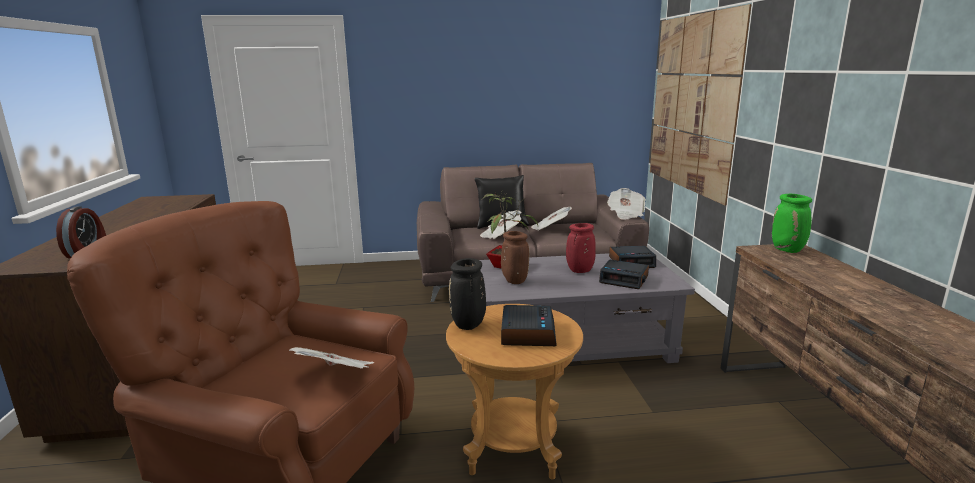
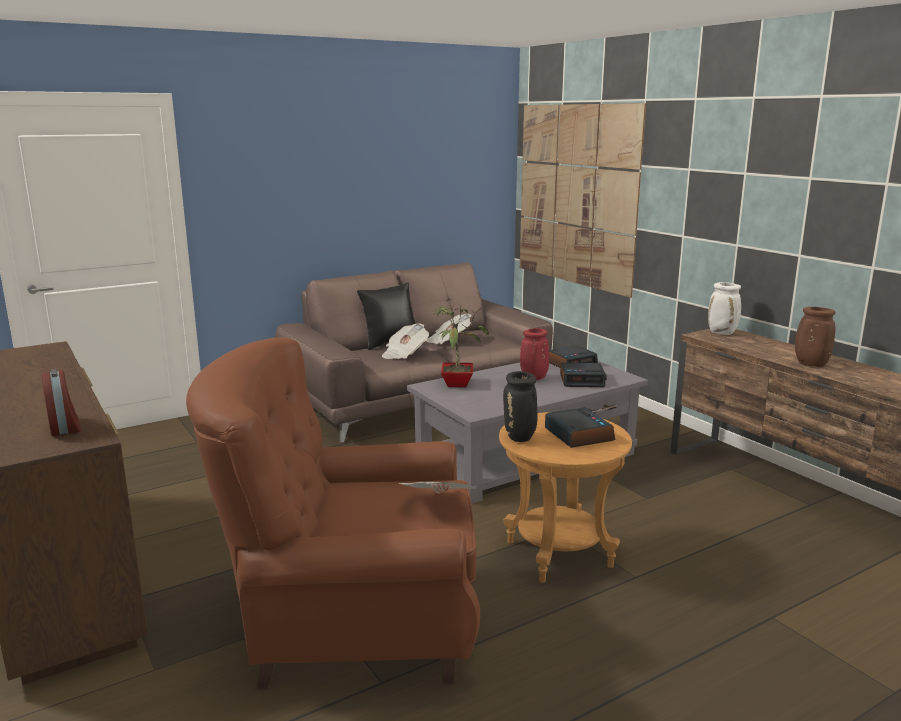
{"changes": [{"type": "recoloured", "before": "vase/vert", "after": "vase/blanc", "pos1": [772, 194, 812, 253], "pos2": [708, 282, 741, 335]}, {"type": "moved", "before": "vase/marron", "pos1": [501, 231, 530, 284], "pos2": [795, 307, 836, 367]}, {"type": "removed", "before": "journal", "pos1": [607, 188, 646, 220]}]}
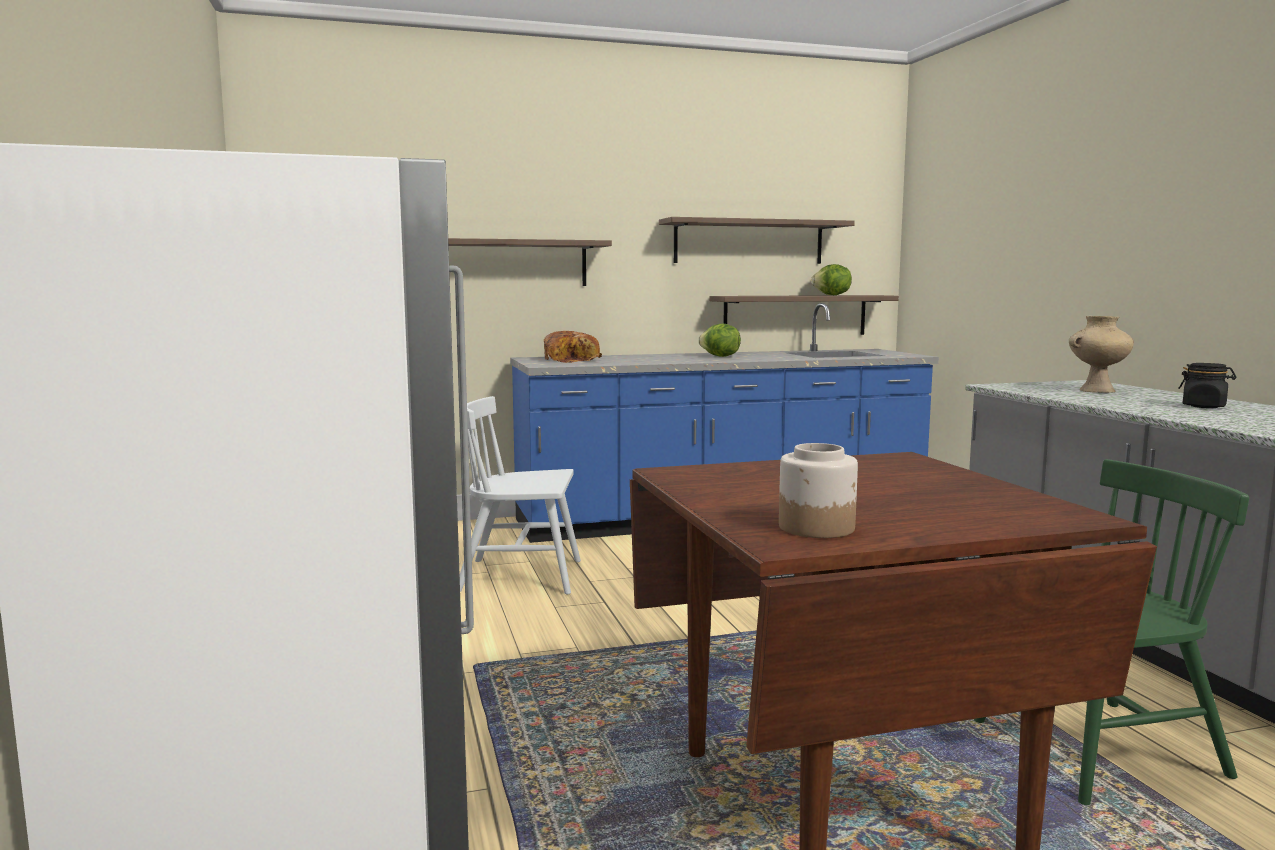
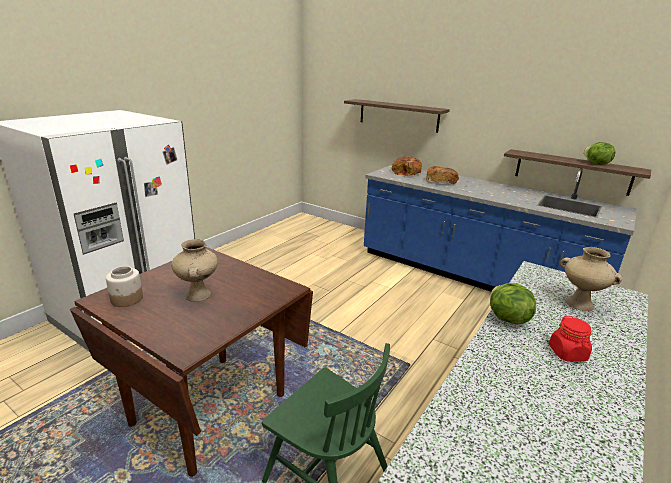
{"changes": [{"type": "added", "after": "vase/beige", "pos2": [171, 239, 218, 302]}, {"type": "added", "after": "pain", "pos2": [425, 166, 459, 184]}, {"type": "moved", "before": "laitue", "pos1": [698, 324, 741, 357], "pos2": [490, 283, 536, 324]}, {"type": "recoloured", "before": "bocal/noir", "after": "bocal/rouge", "pos1": [1178, 363, 1236, 408], "pos2": [549, 316, 592, 361]}, {"type": "removed", "before": "chaise/blanc", "pos1": [460, 396, 581, 594]}, {"type": "removed", "before": "étagère", "pos1": [659, 217, 855, 264]}]}
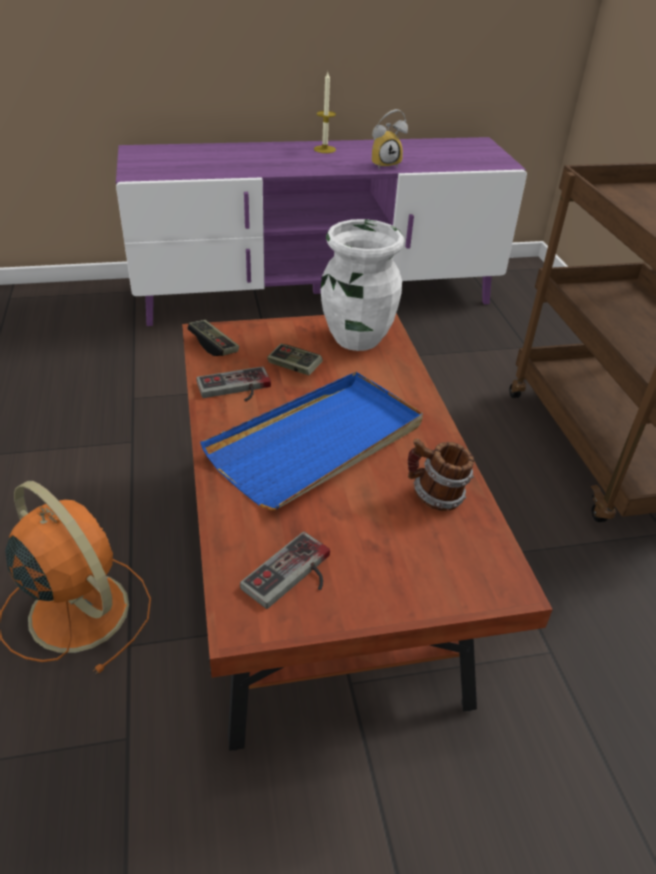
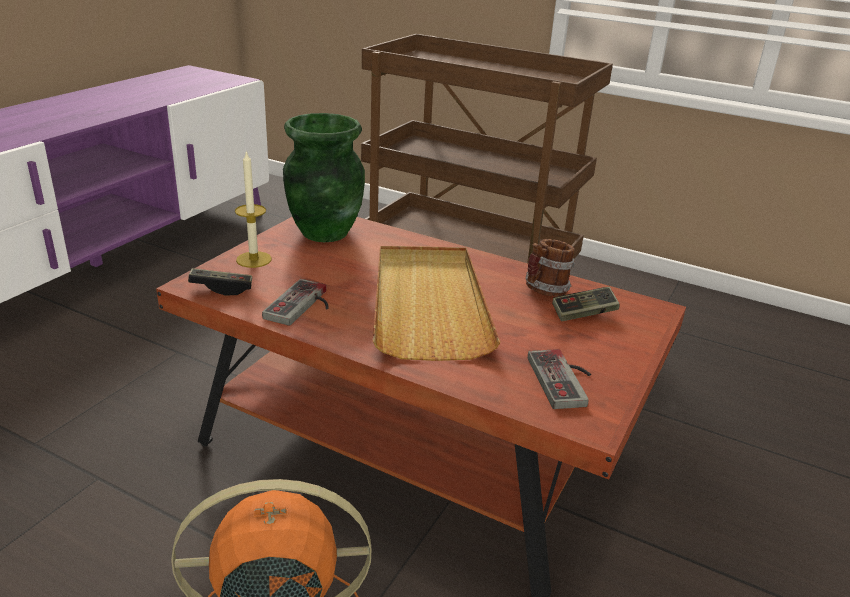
{"changes": [{"type": "moved", "before": "bougie", "pos1": [314, 72, 336, 153], "pos2": [235, 151, 272, 268]}, {"type": "recoloured", "before": "vase/blanc", "after": "vase/vert", "pos1": [321, 219, 404, 351], "pos2": [283, 113, 365, 242]}, {"type": "recoloured", "before": "plateau/bleu", "after": "plateau/beige", "pos1": [200, 372, 423, 511], "pos2": [373, 246, 500, 361]}, {"type": "moved", "before": "manette", "pos1": [267, 344, 323, 375], "pos2": [552, 287, 620, 321]}, {"type": "removed", "before": "réveil", "pos1": [371, 109, 408, 170]}]}
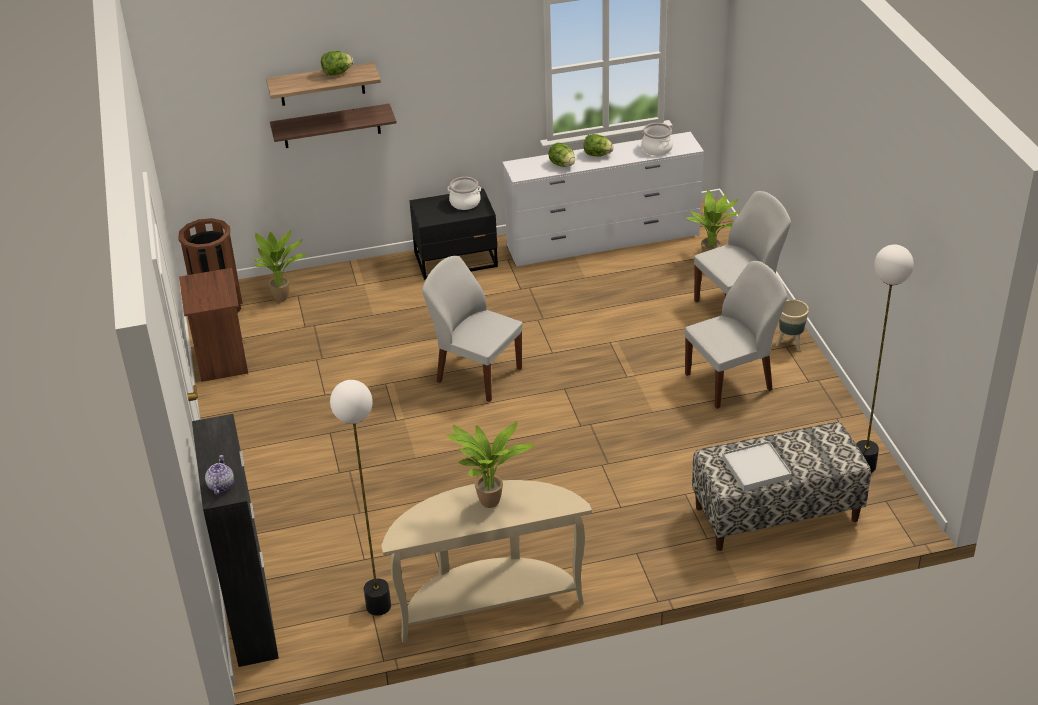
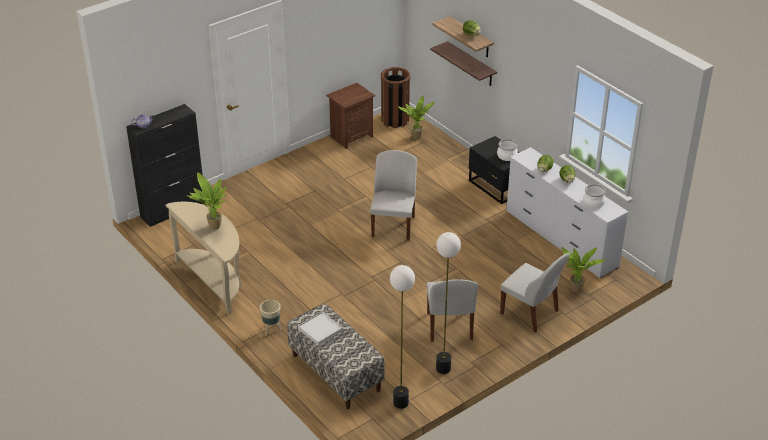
{"changes": [{"type": "moved", "before": "cache-pot/beige", "pos1": [776, 300, 809, 351], "pos2": [260, 300, 282, 336]}, {"type": "turned", "before": "chaise/blanc", "pos1": [685, 261, 787, 409], "pos2": [427, 279, 479, 342], "turn": 45}, {"type": "moved", "before": "lampadaire", "pos1": [330, 380, 391, 616], "pos2": [436, 232, 461, 374]}]}
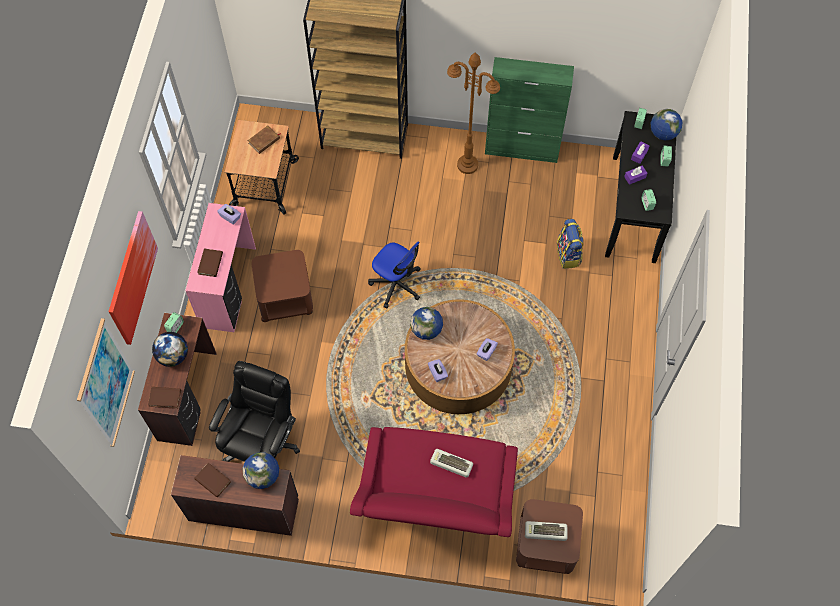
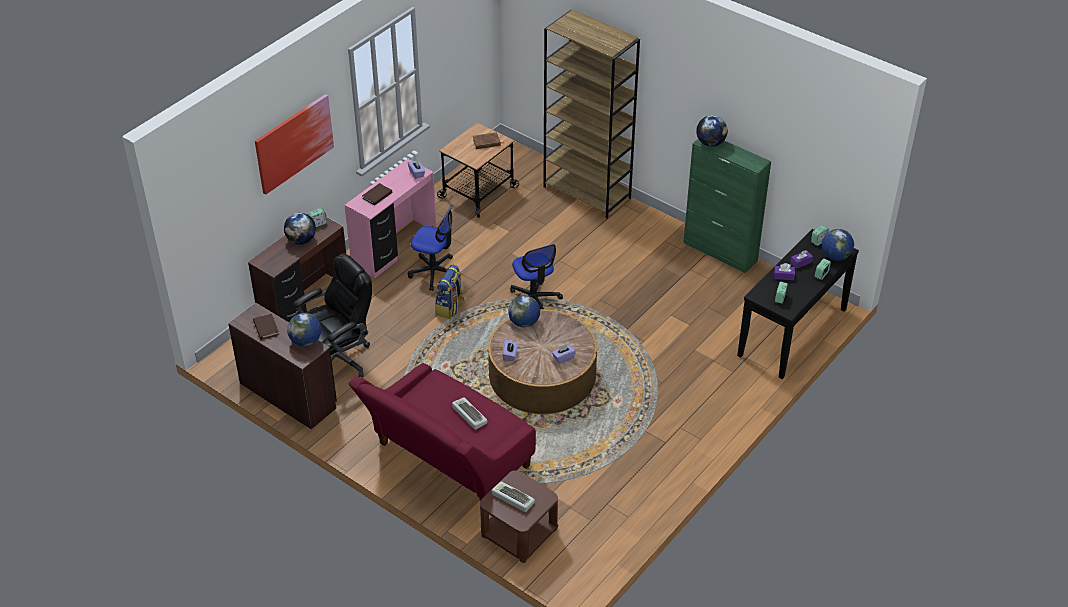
{"changes": [{"type": "replaced", "before": "table d'appoint/marron", "after": "chaise de bureau", "pos1": [252, 250, 313, 322], "pos2": [408, 204, 461, 290]}, {"type": "moved", "before": "sac à dos", "pos1": [557, 219, 584, 269], "pos2": [435, 265, 465, 319]}, {"type": "added", "after": "globe", "pos2": [696, 115, 728, 147]}, {"type": "removed", "before": "tableau", "pos1": [77, 318, 135, 447]}, {"type": "removed", "before": "livre/marron", "pos1": [148, 387, 181, 409]}, {"type": "removed", "before": "lampadaire/marron", "pos1": [447, 53, 500, 174]}]}
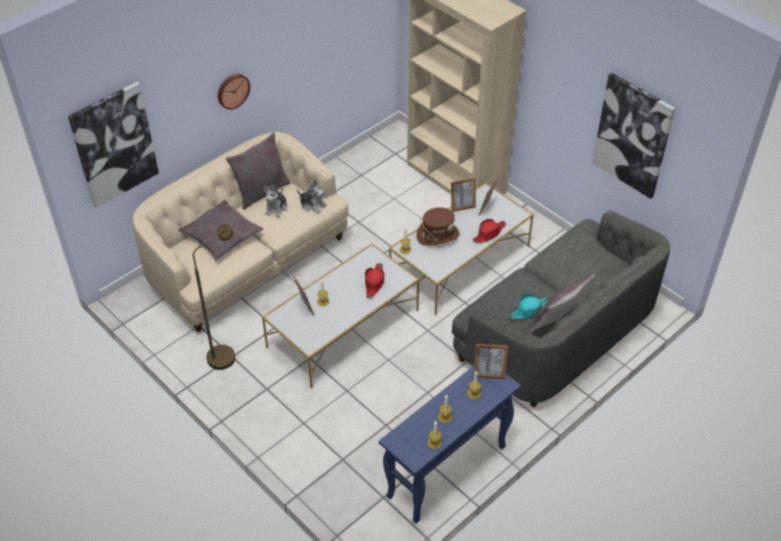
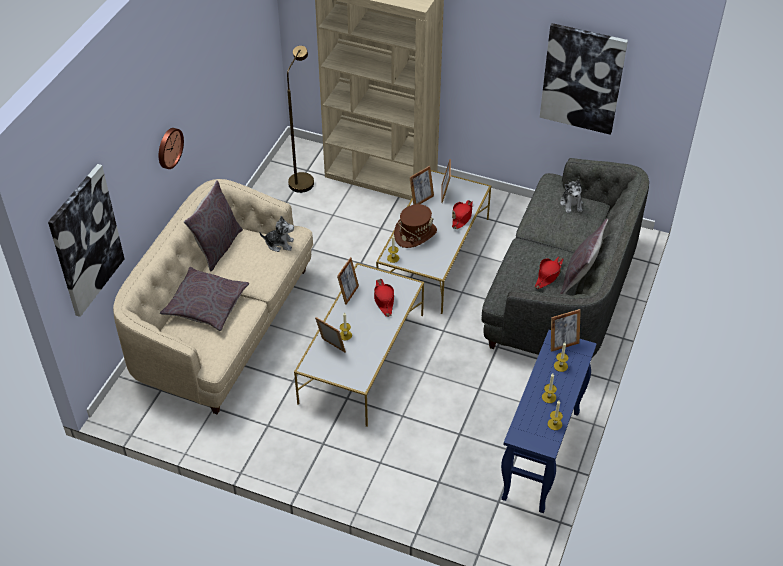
{"changes": [{"type": "moved", "before": "lampadaire/marron", "pos1": [193, 224, 235, 370], "pos2": [287, 46, 314, 193]}, {"type": "added", "after": "cadre photo", "pos2": [337, 257, 359, 305]}, {"type": "recoloured", "before": "chapeau/turquoise", "after": "chapeau/rouge", "pos1": [508, 293, 550, 319], "pos2": [535, 257, 564, 289]}, {"type": "moved", "before": "peluche", "pos1": [263, 185, 288, 217], "pos2": [560, 180, 583, 213]}]}
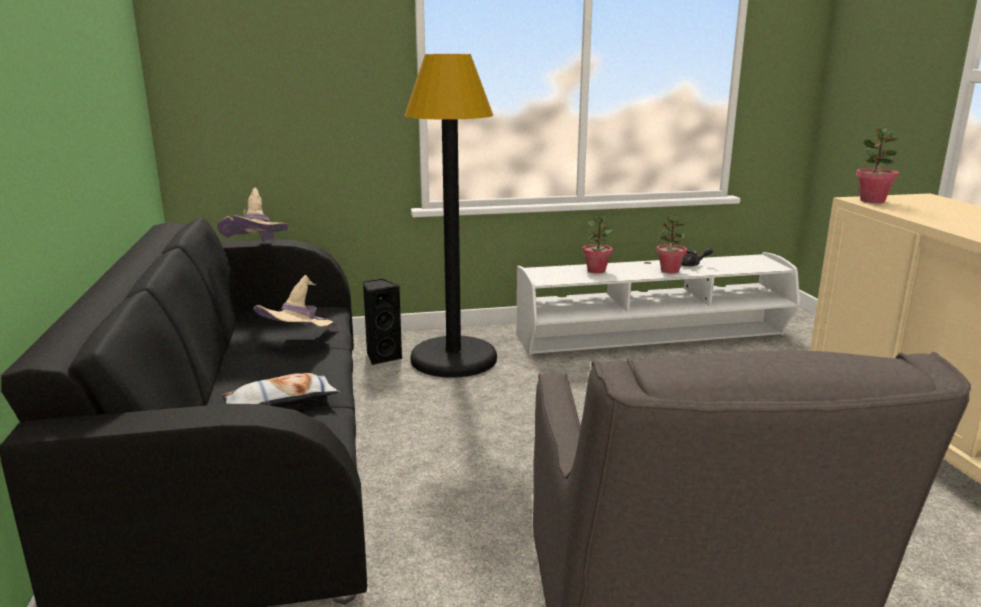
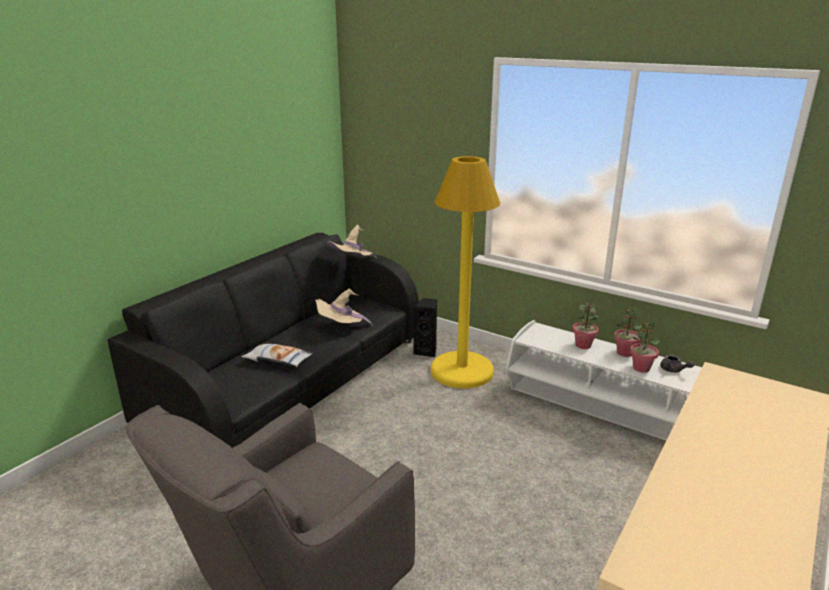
{"changes": [{"type": "recoloured", "before": "lampadaire/noir", "after": "lampadaire/jaune", "pos1": [404, 54, 497, 378], "pos2": [431, 156, 500, 388]}, {"type": "moved", "before": "plante en pot", "pos1": [856, 128, 899, 203], "pos2": [614, 307, 642, 357]}]}
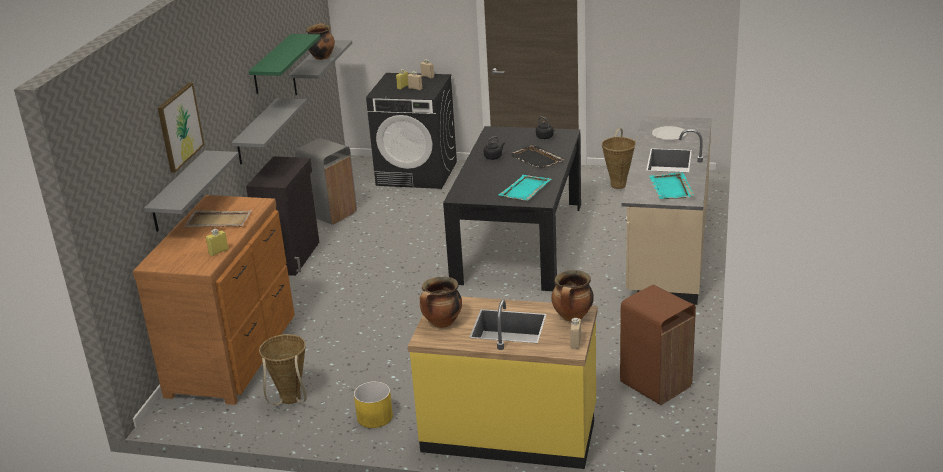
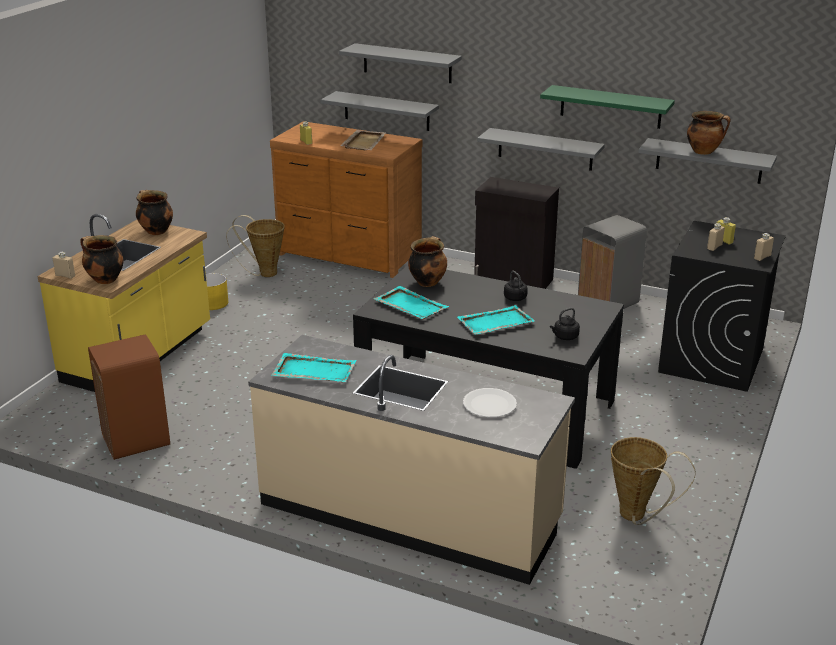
{"changes": [{"type": "replaced", "before": "tableau", "after": "étagère/gris", "pos1": [158, 82, 205, 173], "pos2": [339, 43, 462, 83]}, {"type": "added", "after": "marmite", "pos2": [408, 236, 447, 287]}, {"type": "recoloured", "before": "plateau/noir", "after": "plateau/turquoise", "pos1": [509, 145, 565, 169], "pos2": [457, 305, 535, 335]}]}
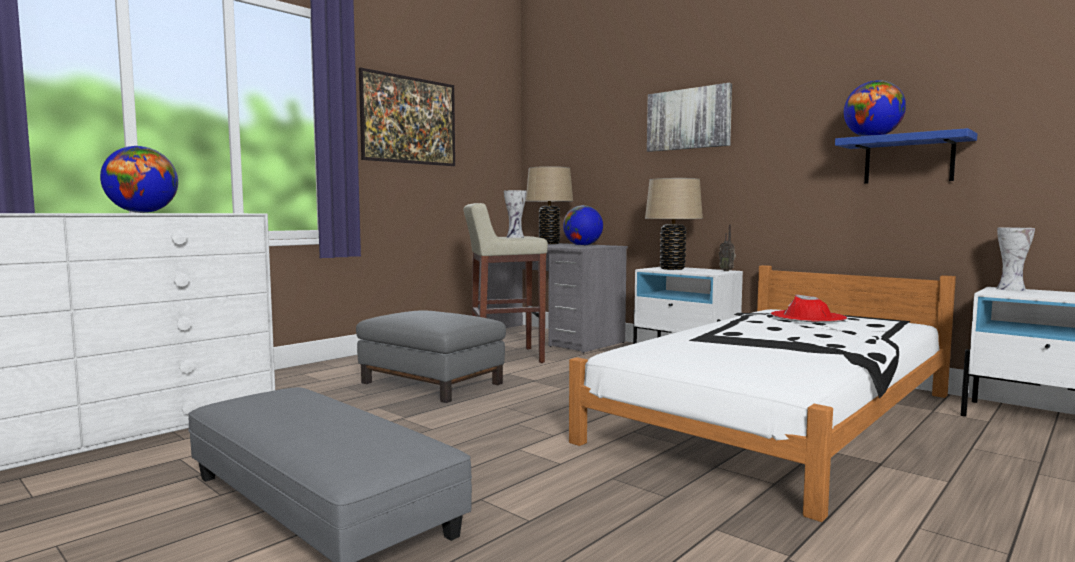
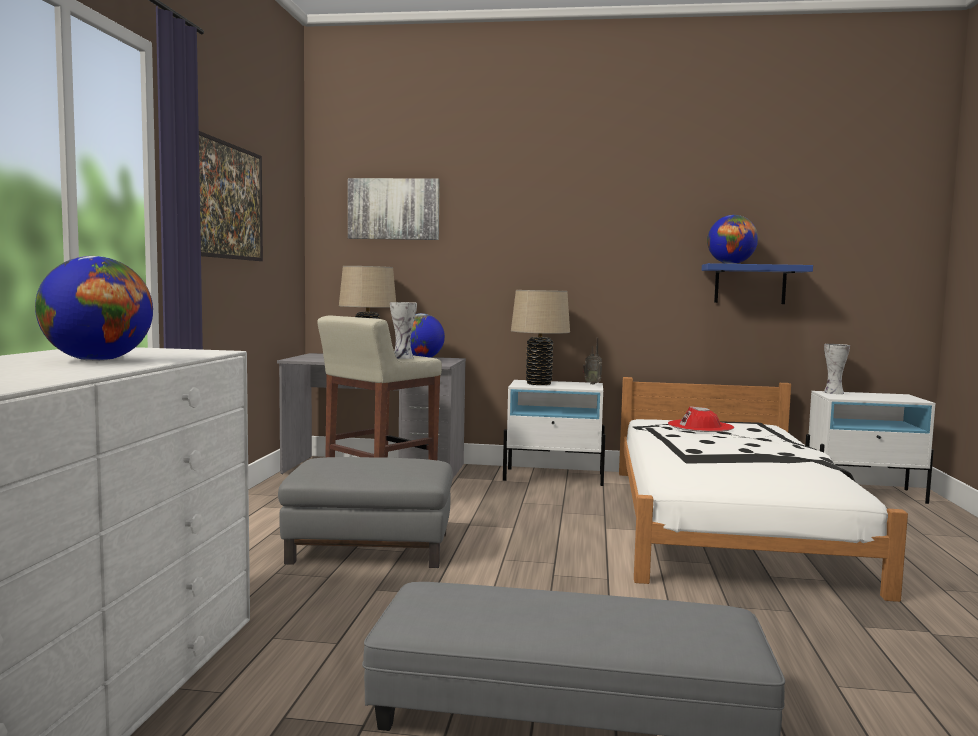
{"changes": [{"type": "moved", "before": "tableau", "pos1": [647, 83, 732, 152], "pos2": [348, 178, 440, 240]}]}
